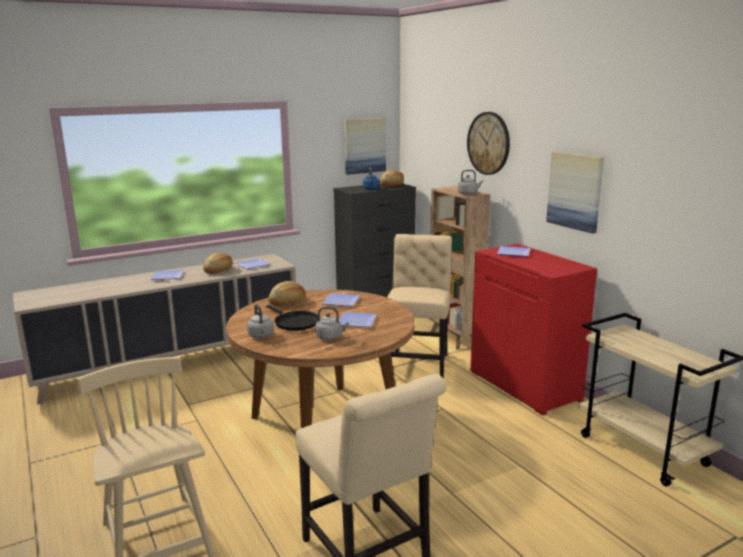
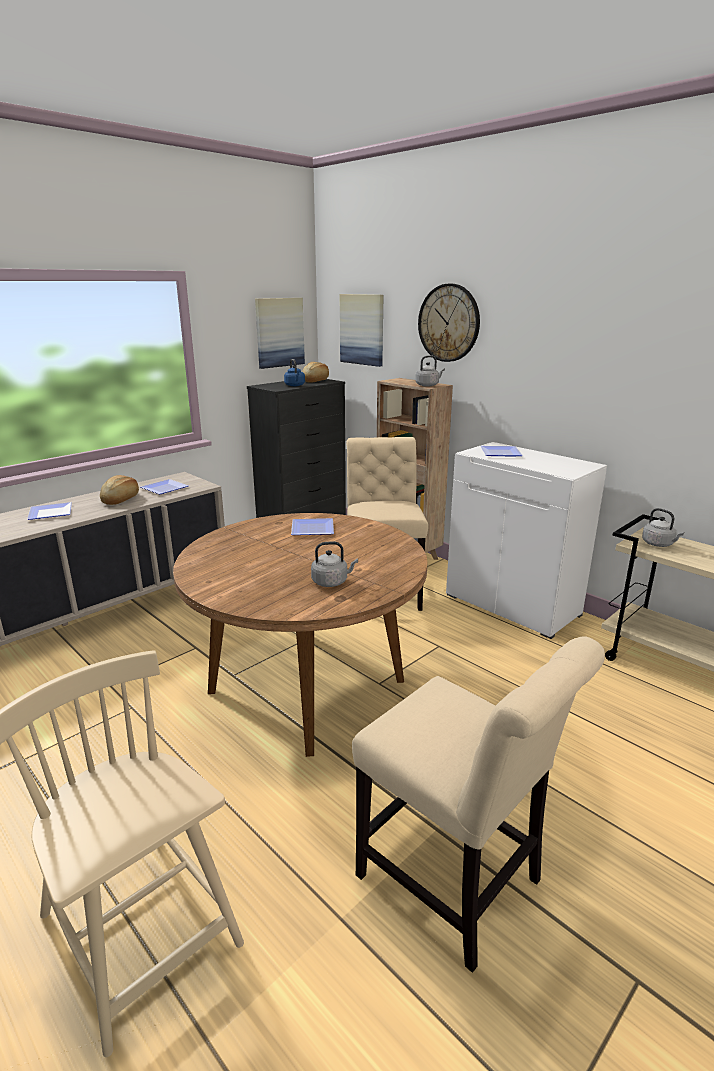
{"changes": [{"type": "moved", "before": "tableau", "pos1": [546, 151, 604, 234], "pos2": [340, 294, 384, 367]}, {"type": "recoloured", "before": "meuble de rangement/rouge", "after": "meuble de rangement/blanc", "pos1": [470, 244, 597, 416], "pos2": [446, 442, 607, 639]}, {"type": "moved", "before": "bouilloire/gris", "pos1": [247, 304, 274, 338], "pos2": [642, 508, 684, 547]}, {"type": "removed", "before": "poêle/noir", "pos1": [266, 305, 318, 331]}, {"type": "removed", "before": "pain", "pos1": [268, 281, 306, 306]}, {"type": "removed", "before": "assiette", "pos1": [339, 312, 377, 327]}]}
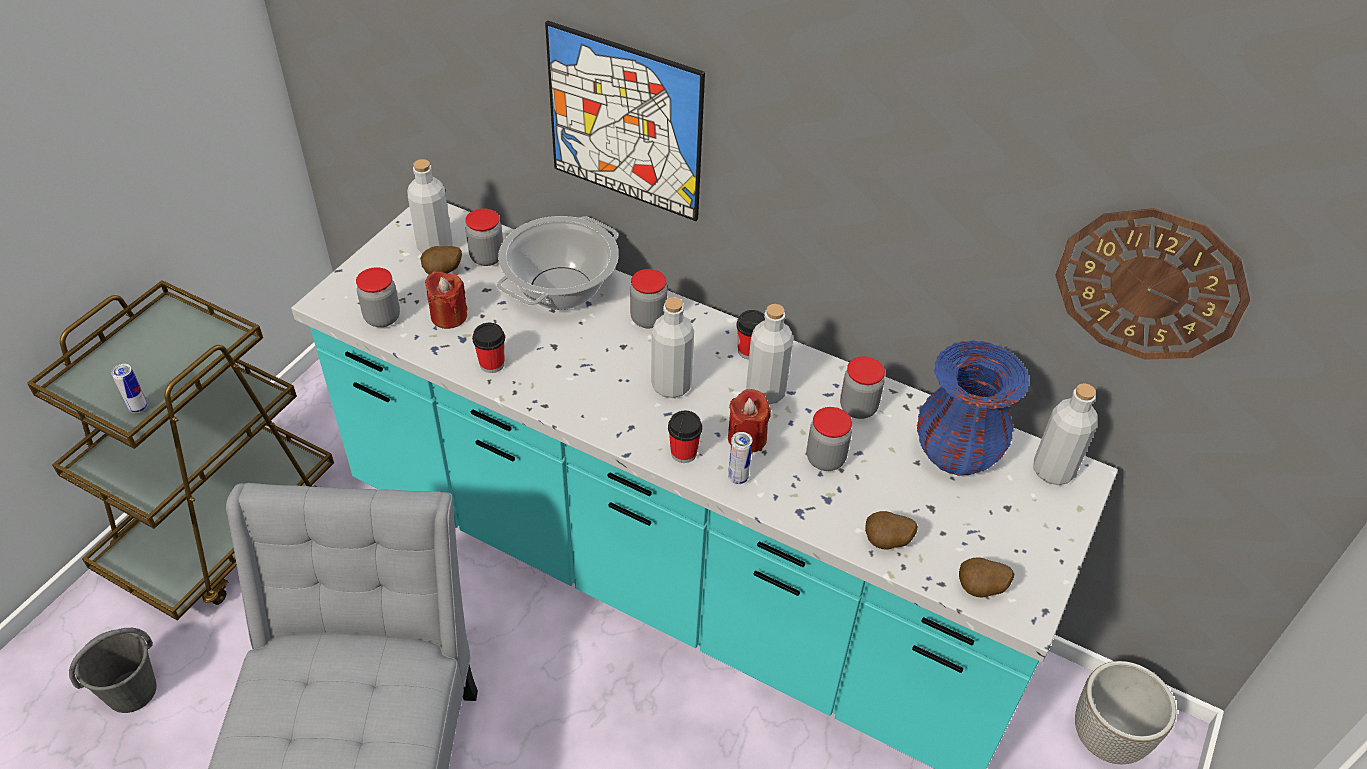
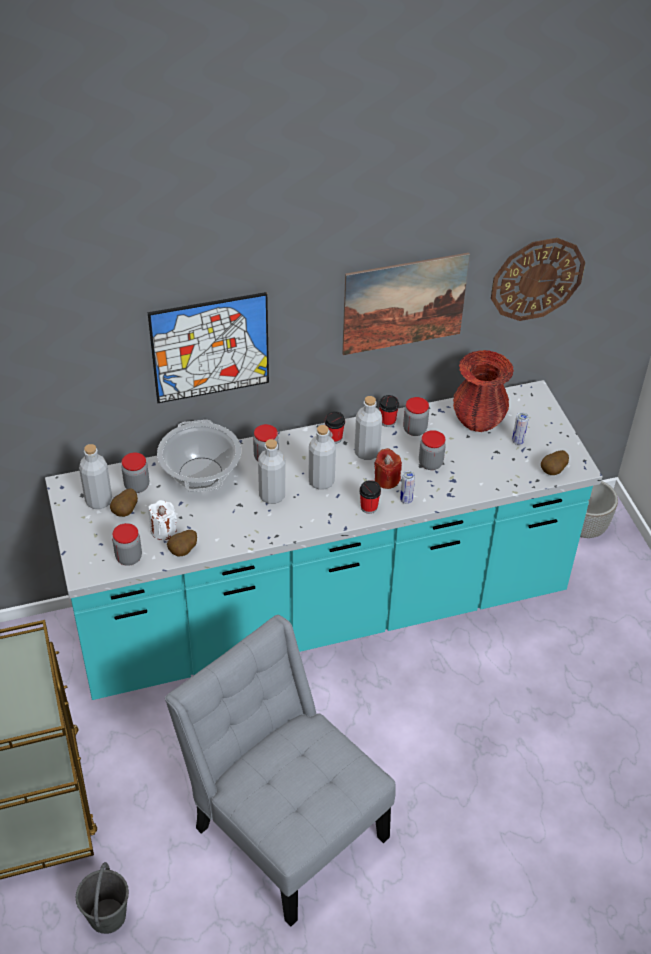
{"changes": [{"type": "recoloured", "before": "bougie/rouge", "after": "bougie/blanc", "pos1": [425, 271, 467, 329], "pos2": [148, 500, 177, 540]}, {"type": "moved", "before": "pomme de terre", "pos1": [865, 511, 918, 550], "pos2": [167, 530, 197, 556]}, {"type": "moved", "before": "bouteille/gris", "pos1": [1033, 383, 1097, 485], "pos2": [258, 439, 285, 504]}, {"type": "added", "after": "tableau", "pos2": [342, 253, 470, 355]}, {"type": "moved", "before": "tasse", "pos1": [472, 323, 505, 373], "pos2": [379, 395, 399, 427]}, {"type": "recoloured", "before": "vase/bleu", "after": "vase/rouge", "pos1": [917, 340, 1030, 476], "pos2": [453, 350, 514, 432]}, {"type": "moved", "before": "boîte métallique", "pos1": [111, 364, 148, 413], "pos2": [512, 412, 529, 445]}]}
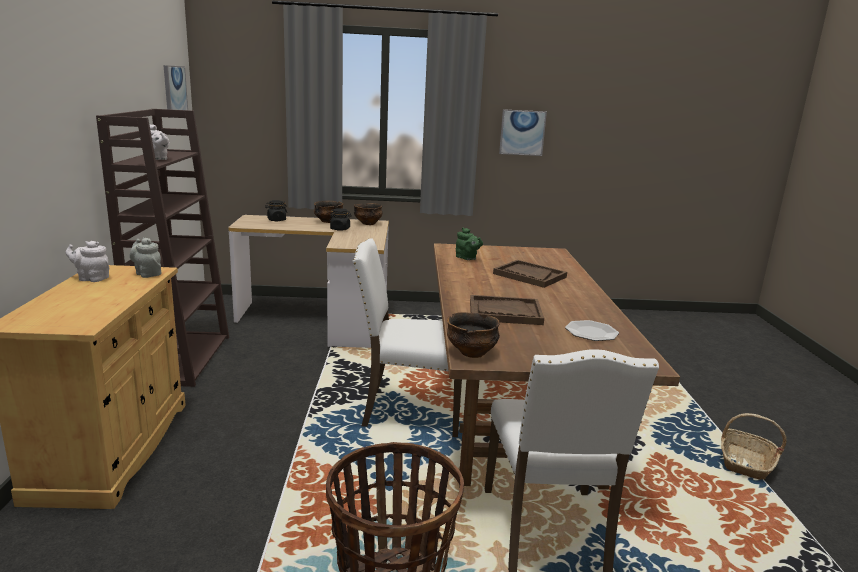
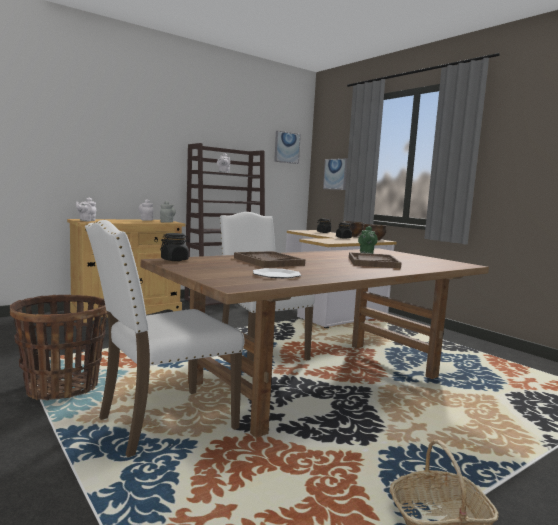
{"changes": [{"type": "added", "after": "théière/blanc", "pos2": [76, 198, 96, 221]}, {"type": "replaced", "before": "bol", "after": "bocal/noir", "pos1": [447, 312, 500, 358], "pos2": [160, 233, 190, 261]}, {"type": "moved", "before": "tableau", "pos1": [499, 109, 547, 156], "pos2": [323, 158, 348, 190]}]}
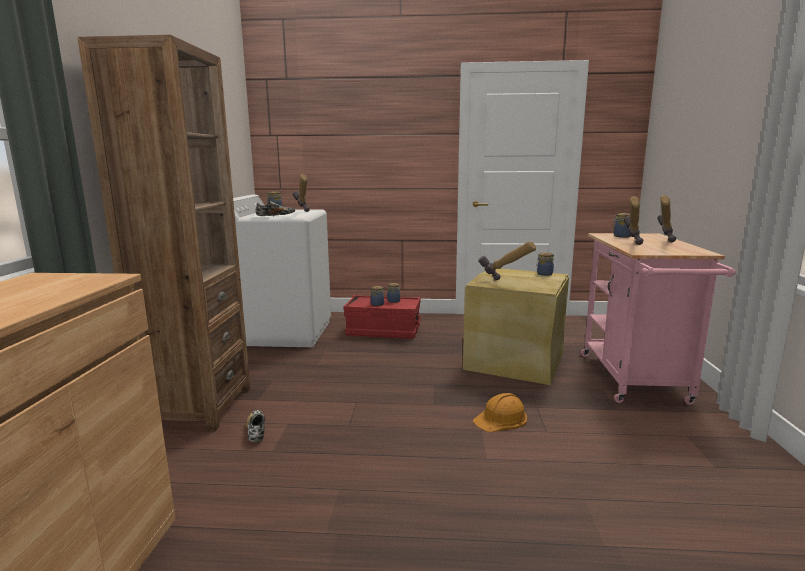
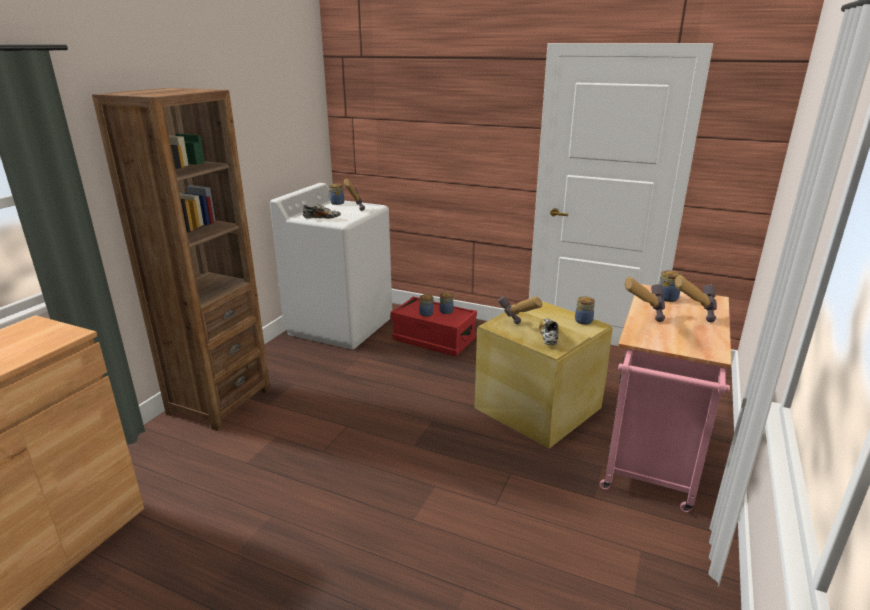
{"changes": [{"type": "moved", "before": "chaussure", "pos1": [246, 410, 265, 442], "pos2": [539, 318, 559, 346]}, {"type": "removed", "before": "casque de chantier/orange", "pos1": [473, 393, 527, 432]}]}
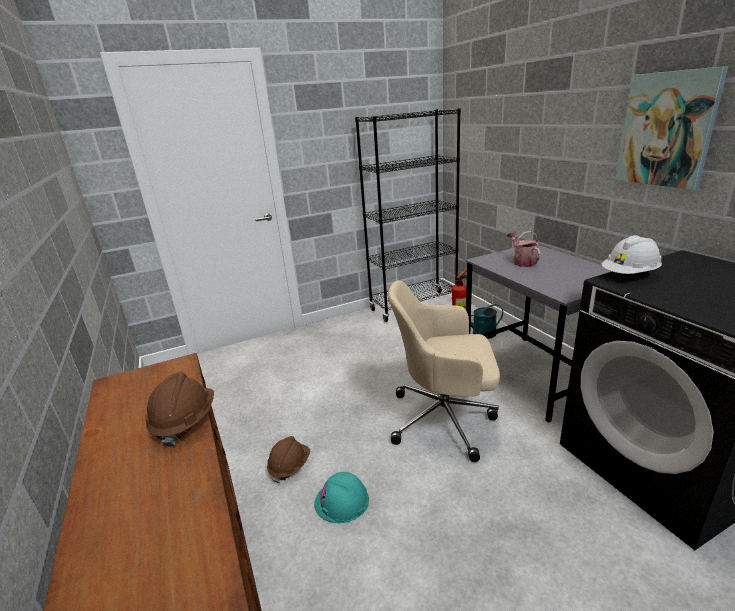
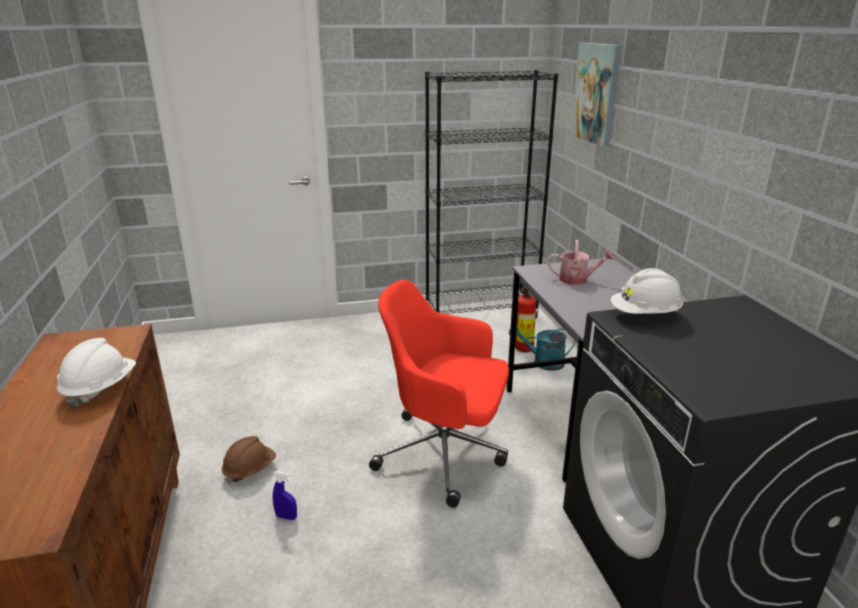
{"changes": [{"type": "recoloured", "before": "casque de chantier/marron", "after": "casque de chantier/blanc", "pos1": [145, 372, 214, 447], "pos2": [57, 338, 136, 408]}, {"type": "replaced", "before": "casque de chantier/turquoise", "after": "vaporisateur/bleu", "pos1": [314, 472, 369, 523], "pos2": [272, 471, 297, 520]}, {"type": "recoloured", "before": "chaise de bureau/beige", "after": "chaise de bureau/rouge", "pos1": [388, 281, 500, 462], "pos2": [369, 280, 509, 508]}, {"type": "turned", "before": "arrosoir", "pos1": [507, 231, 541, 267], "pos2": [547, 240, 615, 285], "turn": 105}, {"type": "moved", "before": "tableau", "pos1": [615, 66, 729, 190], "pos2": [570, 43, 621, 147]}]}
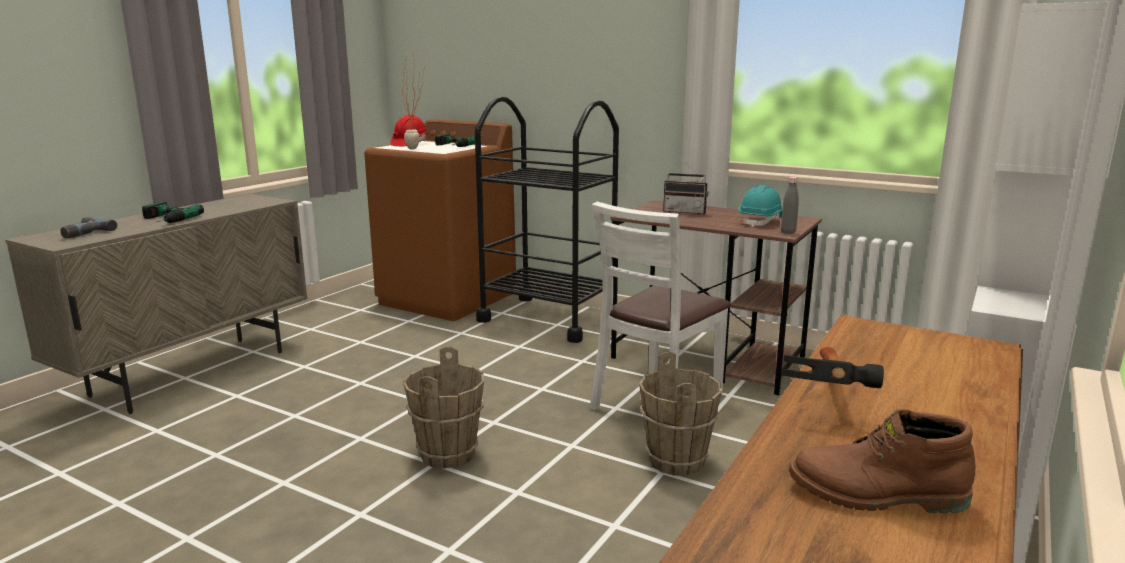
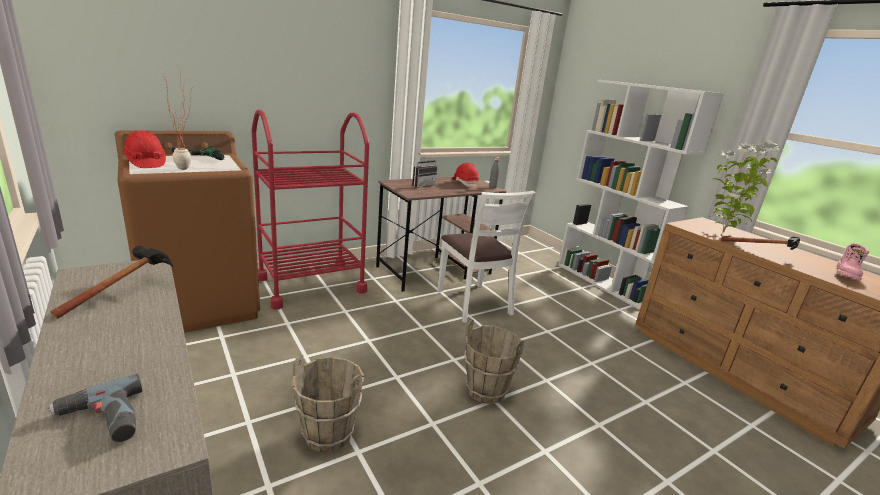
{"changes": [{"type": "added", "after": "marteau", "pos2": [50, 246, 174, 319]}, {"type": "recoloured", "before": "chariot/noir", "after": "chariot/rouge", "pos1": [475, 96, 619, 343], "pos2": [251, 109, 369, 310]}, {"type": "moved", "before": "seau/marron", "pos1": [639, 352, 722, 476], "pos2": [292, 355, 364, 452]}, {"type": "recoloured", "before": "casque de chantier/turquoise", "after": "casque de chantier/rouge", "pos1": [739, 185, 782, 227], "pos2": [452, 163, 480, 188]}, {"type": "added", "after": "plante en pot", "pos2": [709, 140, 779, 233]}, {"type": "recoloured", "before": "botte/marron", "after": "botte/rose", "pos1": [789, 409, 976, 513], "pos2": [836, 243, 869, 281]}, {"type": "removed", "before": "perceuse", "pos1": [142, 202, 204, 223]}]}
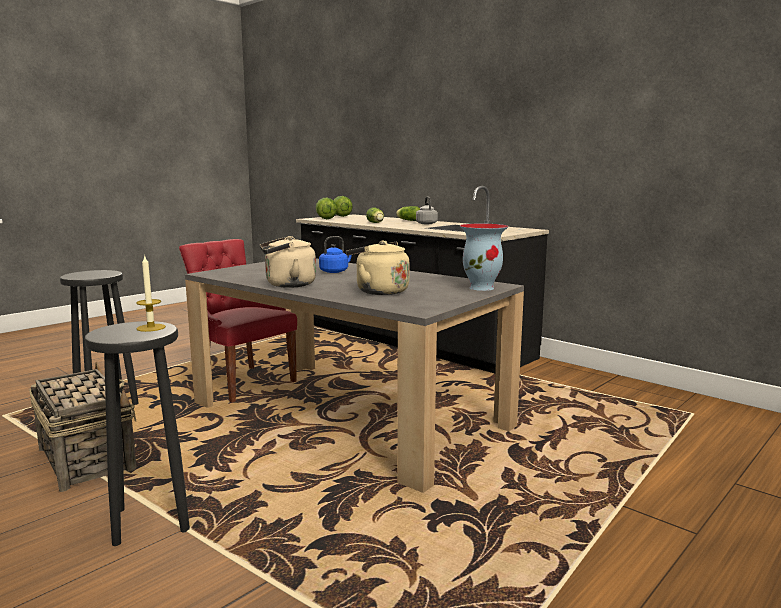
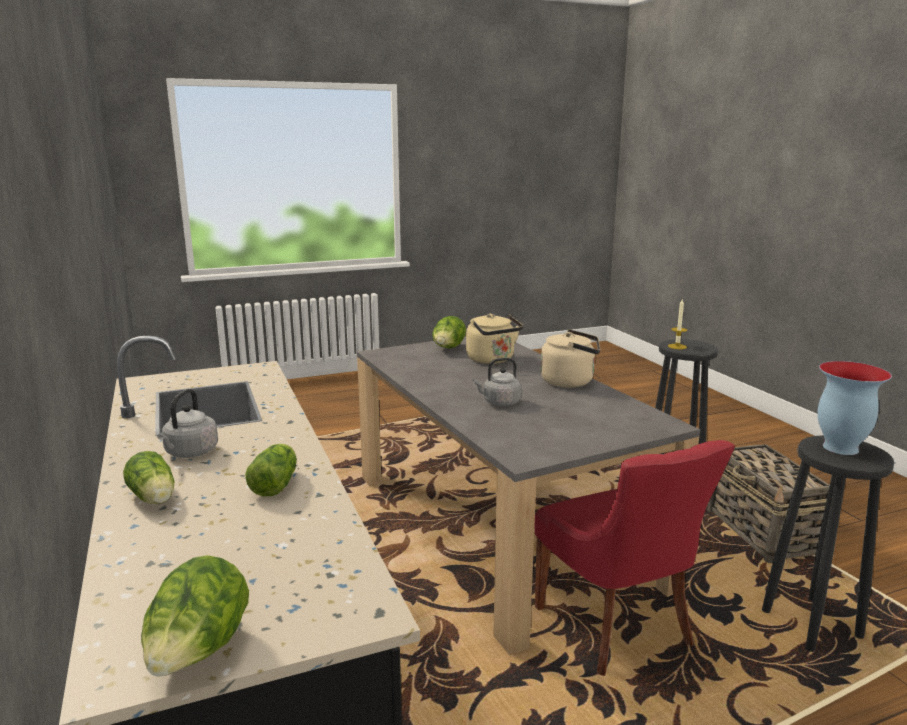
{"changes": [{"type": "moved", "before": "laitue", "pos1": [316, 197, 337, 219], "pos2": [432, 316, 466, 348]}, {"type": "recoloured", "before": "bouilloire/bleu", "after": "bouilloire/gris", "pos1": [319, 236, 352, 273], "pos2": [473, 358, 521, 406]}, {"type": "moved", "before": "vase", "pos1": [460, 224, 508, 291], "pos2": [817, 361, 892, 455]}]}
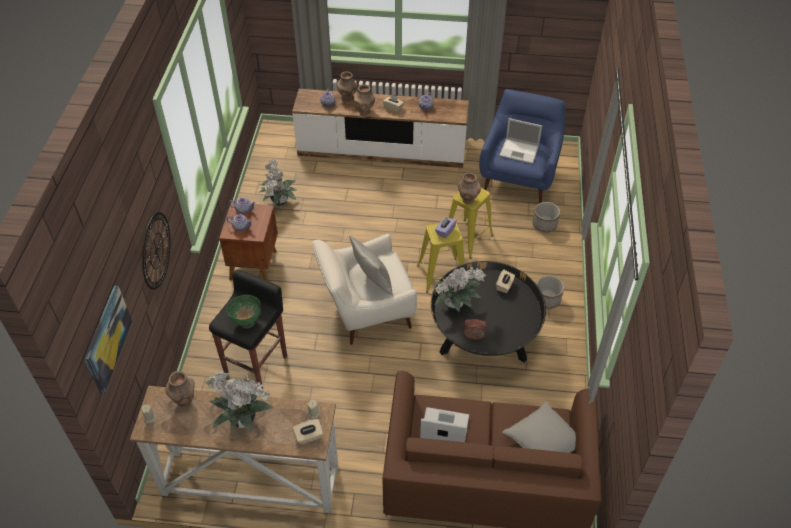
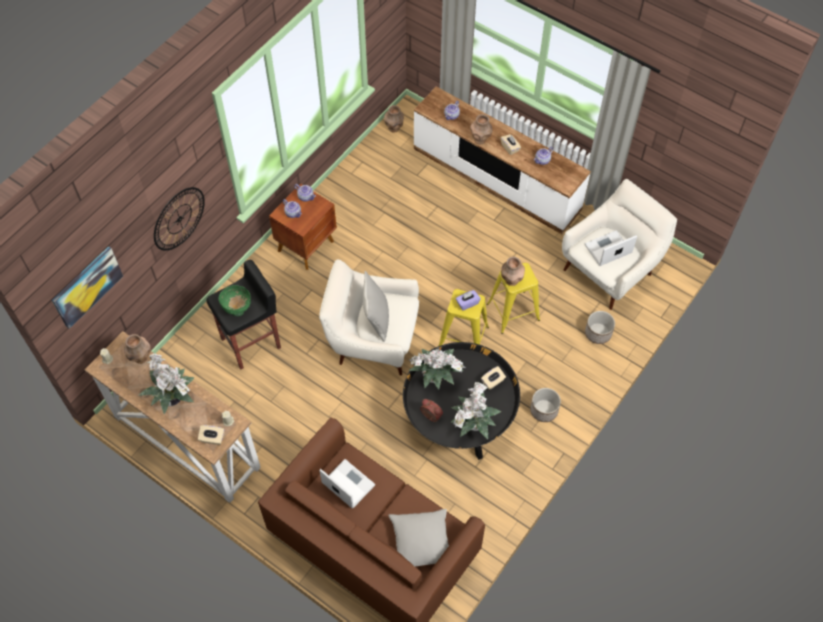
{"changes": [{"type": "moved", "before": "vase/marron", "pos1": [337, 71, 357, 102], "pos2": [384, 105, 404, 133]}, {"type": "moved", "before": "plante en pot", "pos1": [258, 159, 297, 206], "pos2": [450, 382, 501, 439]}, {"type": "recoloured", "before": "fauteuil/bleu", "after": "fauteuil/blanc", "pos1": [479, 89, 566, 203], "pos2": [562, 179, 677, 310]}, {"type": "turned", "before": "ordinateur portable", "pos1": [499, 118, 542, 164], "pos2": [585, 230, 637, 266], "turn": 105}]}
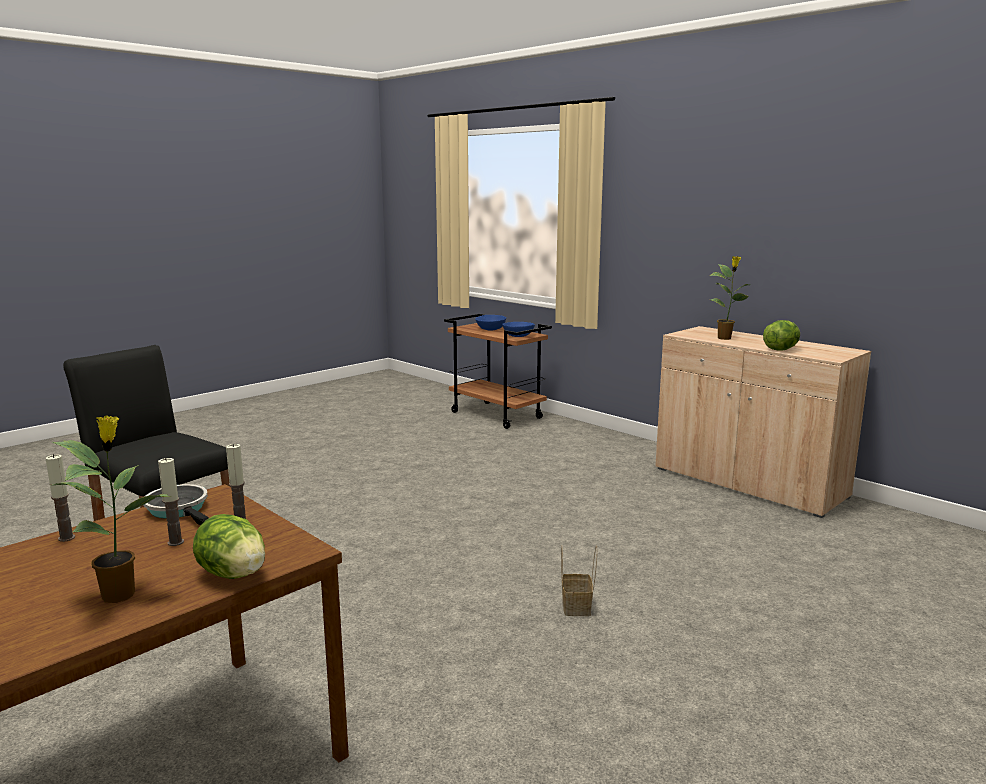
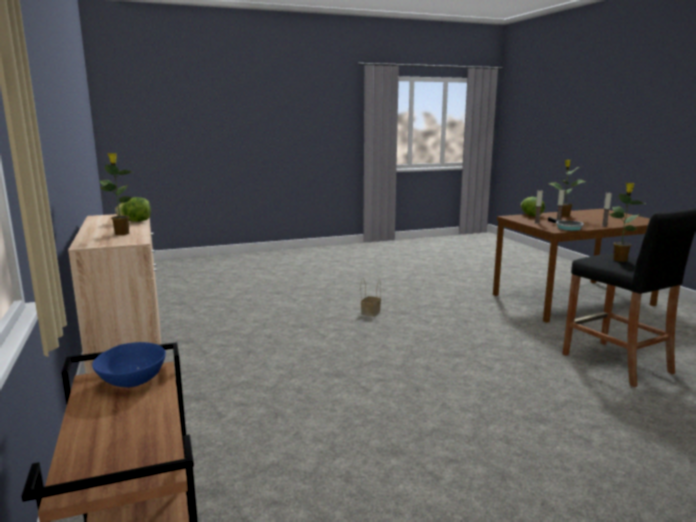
{"changes": [{"type": "added", "after": "plante en pot", "pos2": [609, 183, 646, 262]}, {"type": "removed", "before": "bol/bleu", "pos1": [475, 315, 506, 330]}]}
